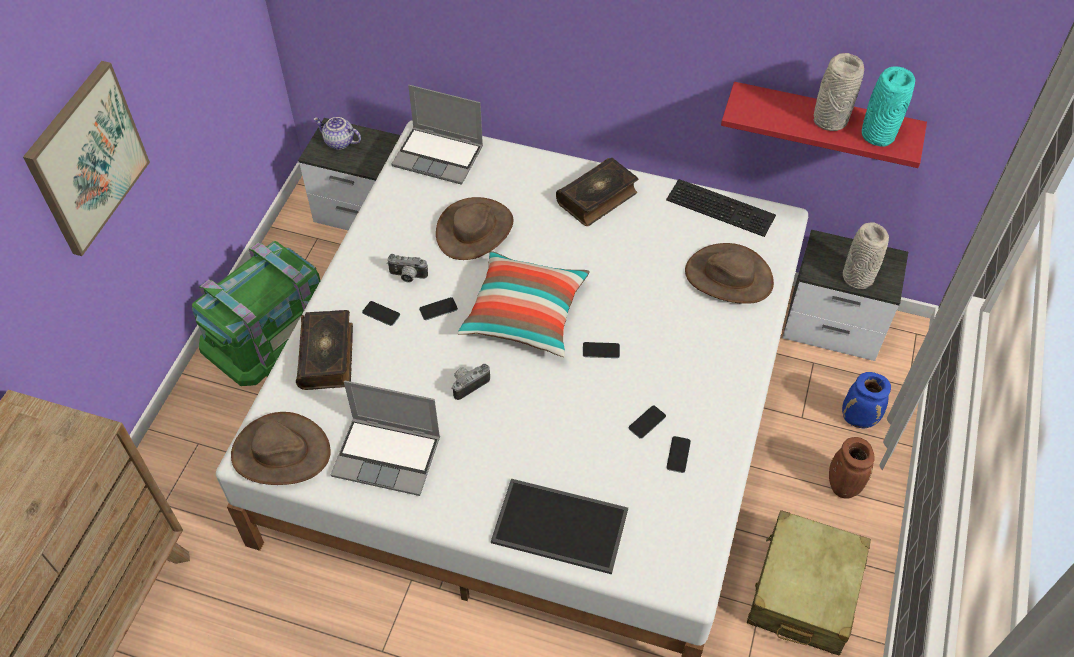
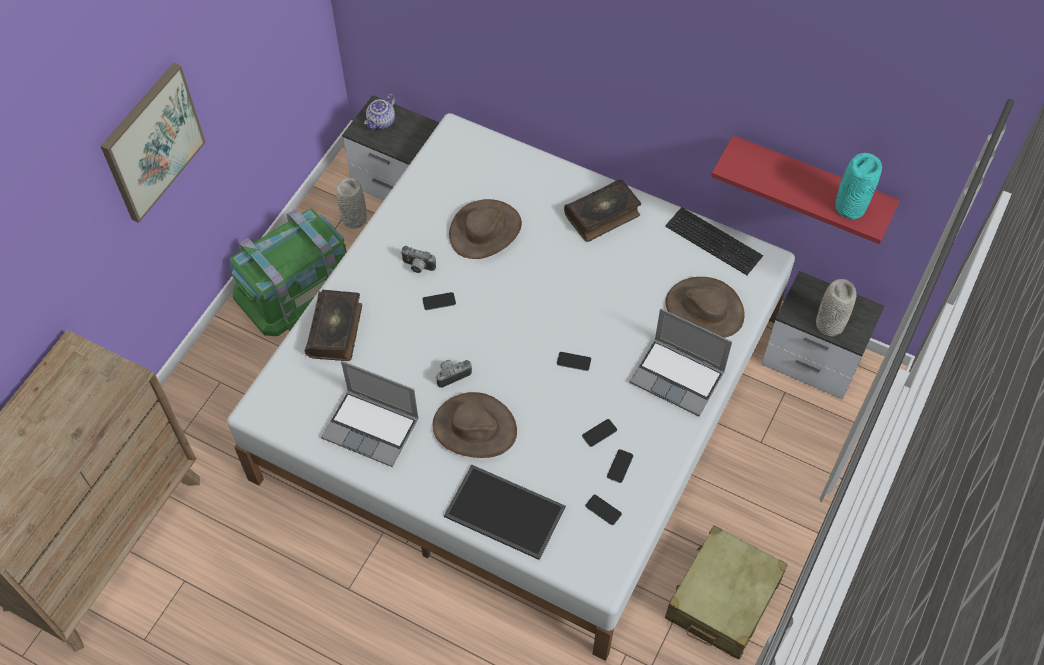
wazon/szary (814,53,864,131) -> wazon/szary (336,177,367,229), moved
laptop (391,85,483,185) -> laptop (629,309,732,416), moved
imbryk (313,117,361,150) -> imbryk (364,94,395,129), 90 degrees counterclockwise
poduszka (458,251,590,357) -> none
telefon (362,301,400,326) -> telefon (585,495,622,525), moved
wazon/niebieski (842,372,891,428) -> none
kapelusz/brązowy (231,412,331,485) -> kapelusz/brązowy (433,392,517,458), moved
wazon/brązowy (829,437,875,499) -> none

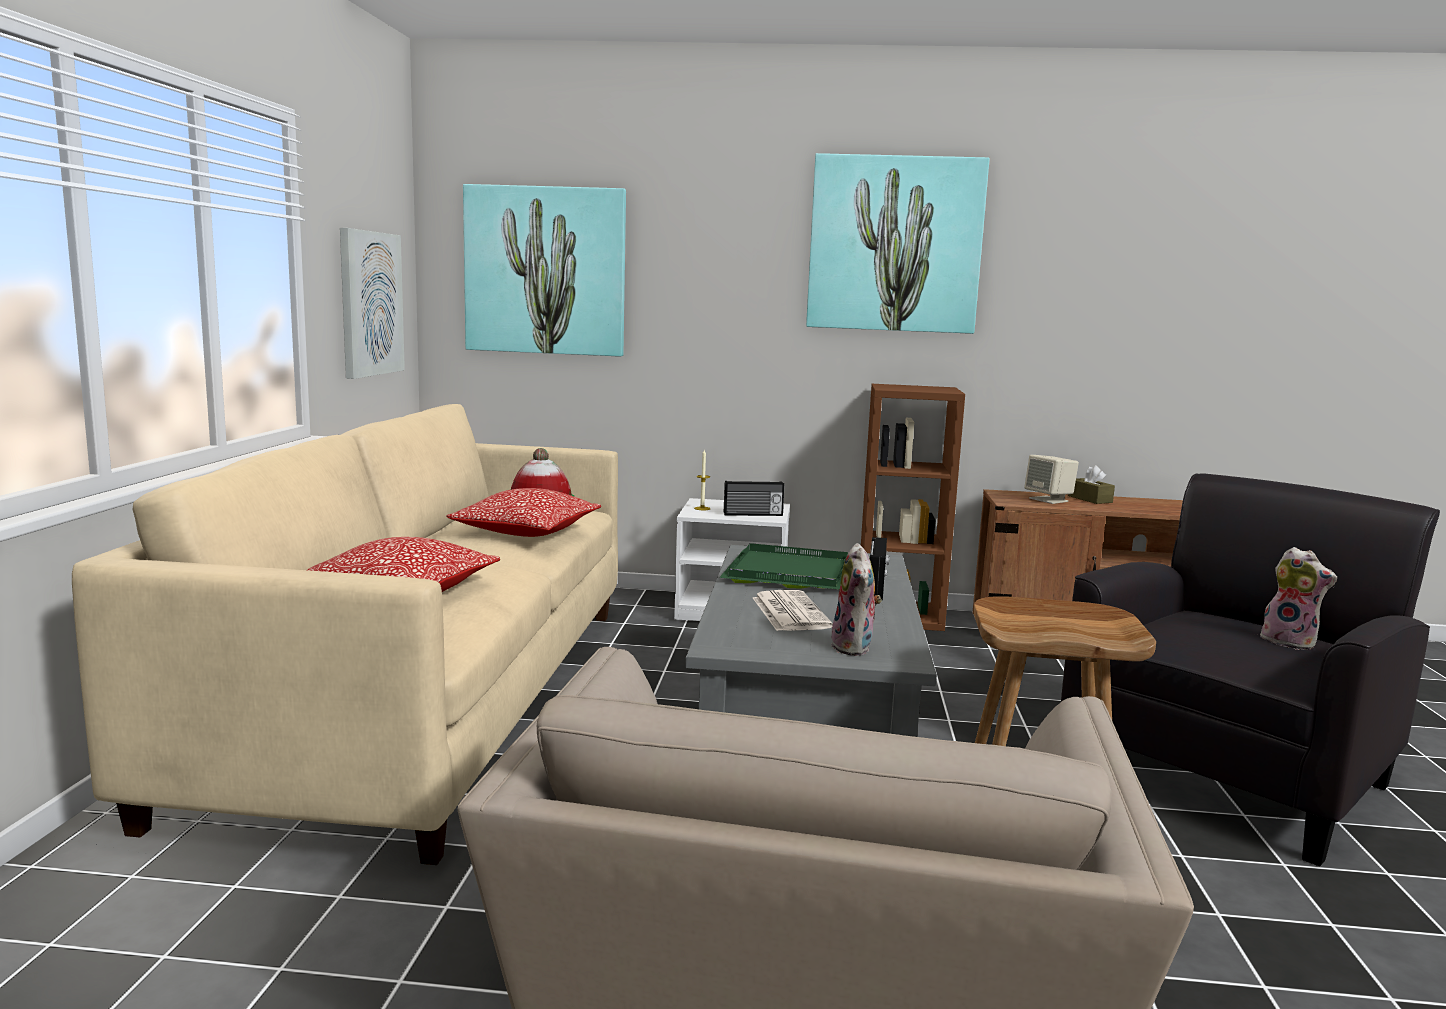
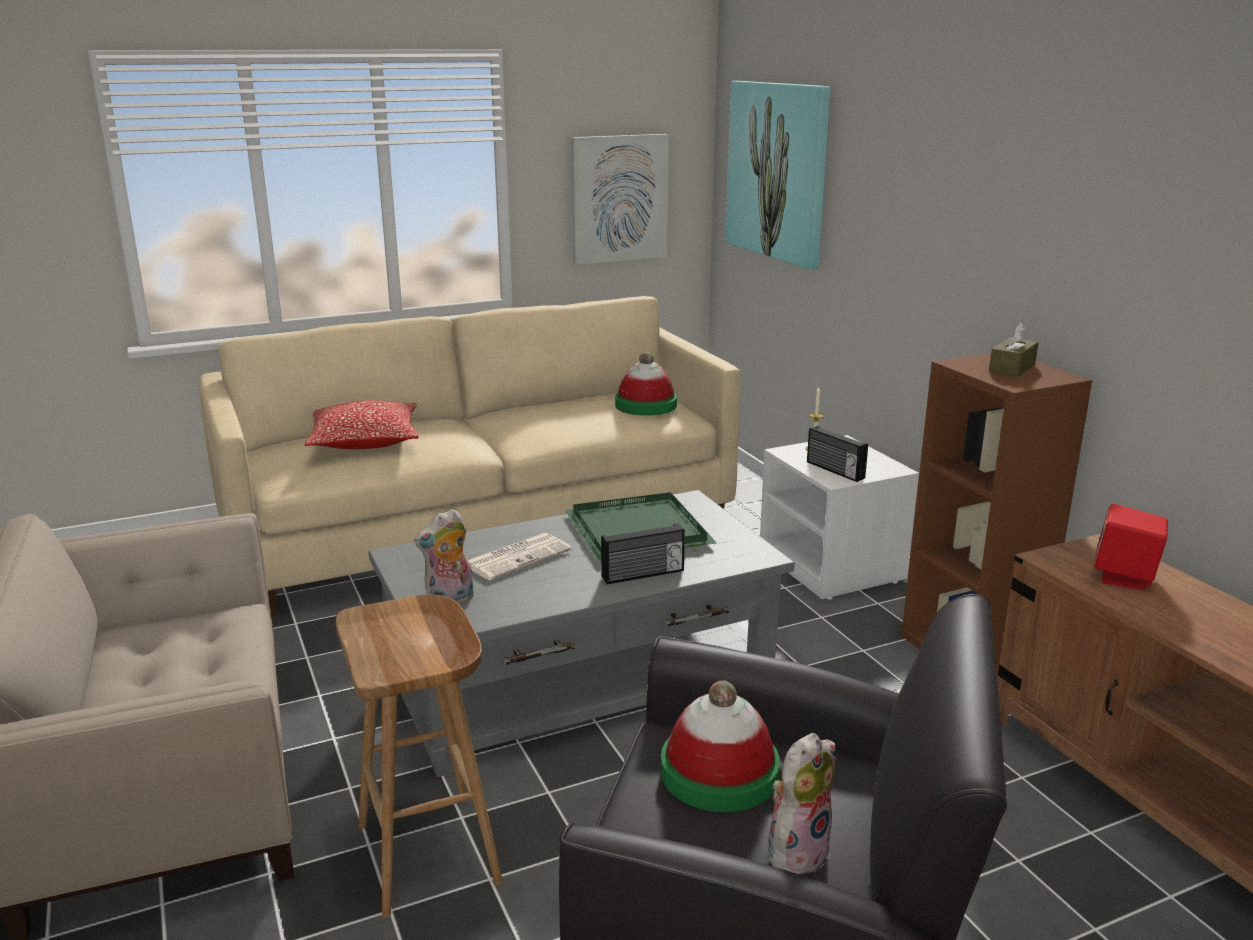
obraz (806,153,989,334) -> none
głośnik/beżowy (1024,455,1079,504) -> głośnik/czerwony (1094,504,1168,590)
pudełko chusteczek/brązowy (1068,465,1115,504) -> pudełko chusteczek/brązowy (989,323,1039,377), moved
poduszka (447,488,601,537) -> none
pluszak (1260,547,1337,650) -> pluszak (768,733,836,875), 150 degrees counterclockwise
none -> kapelusz (661,680,780,812)

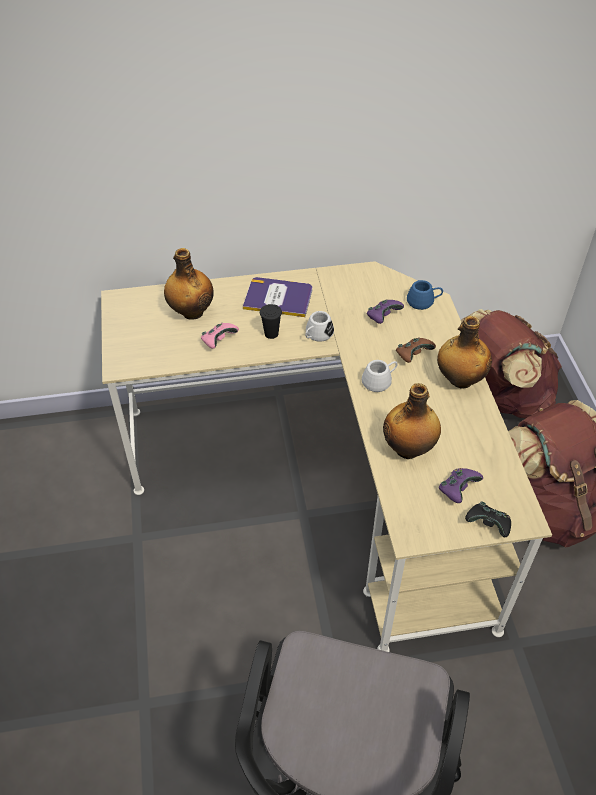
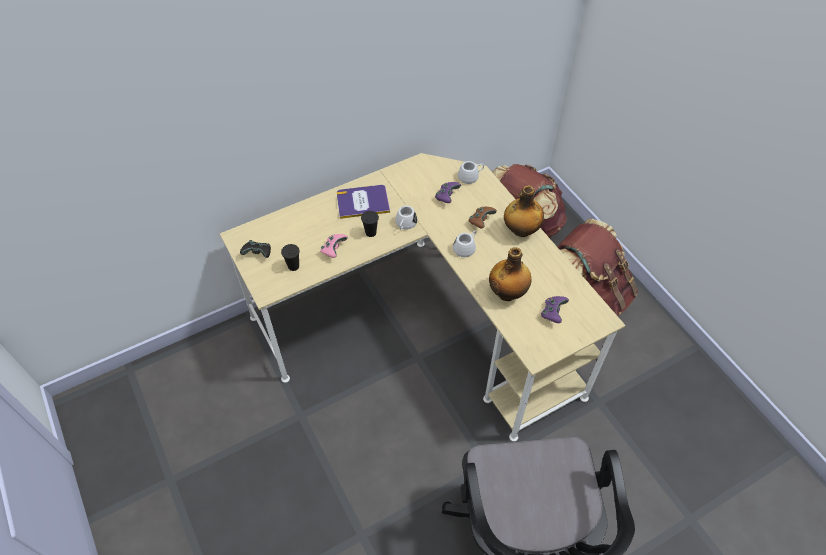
butelka (164,248,214,320) -> none
kubek/niebieski (407,280,443,310) -> kubek/biały (458,161,484,184)
pad do gier/czarny (465,501,511,537) -> pad do gier/czarny (240,240,271,258), moved
none -> filiżanka/czarny (281,244,300,271)

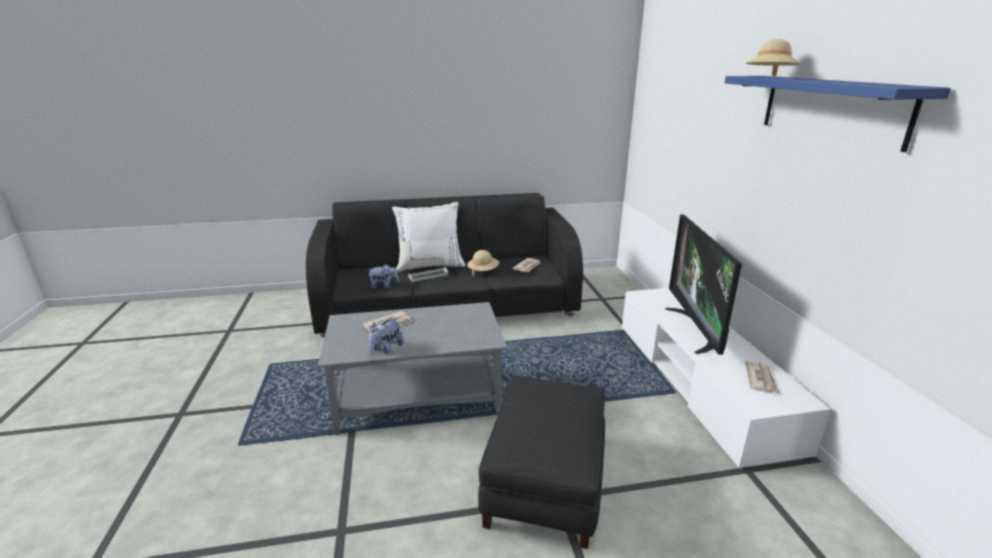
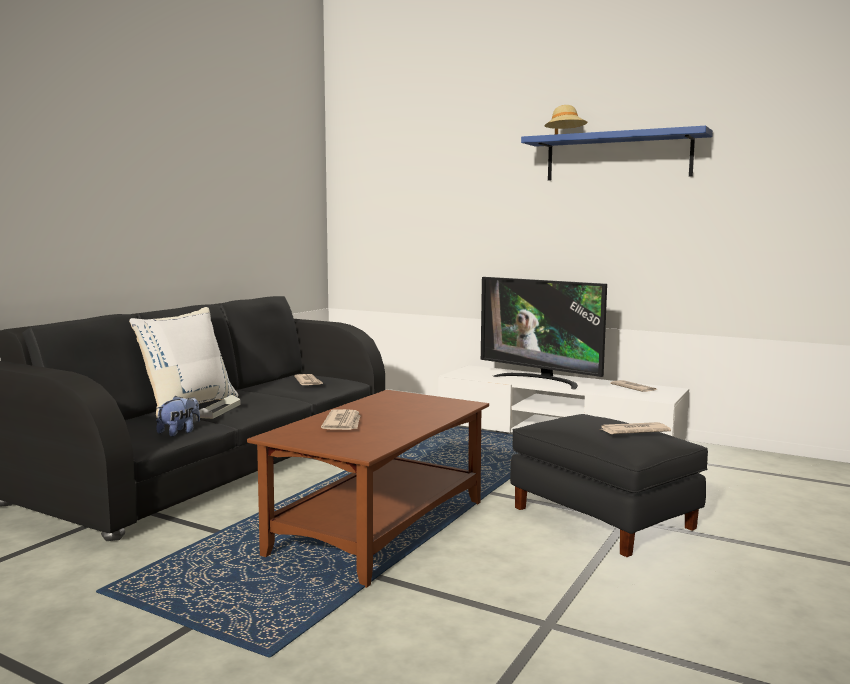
kapelusz/beżowy (467,250,499,276) -> none
ława/szary (318,302,507,435) -> ława/brązowy (247,390,489,588)
pluszak (368,318,404,355) -> none
none -> gazeta (599,422,671,434)

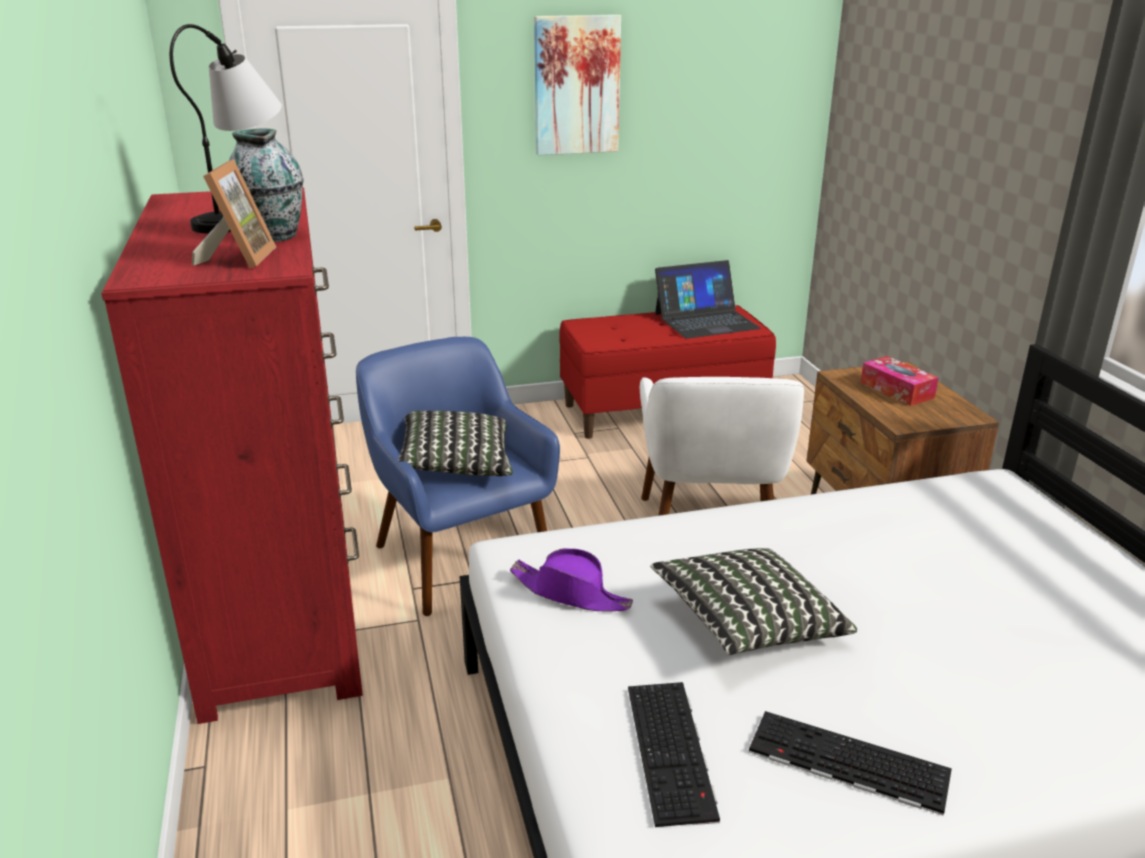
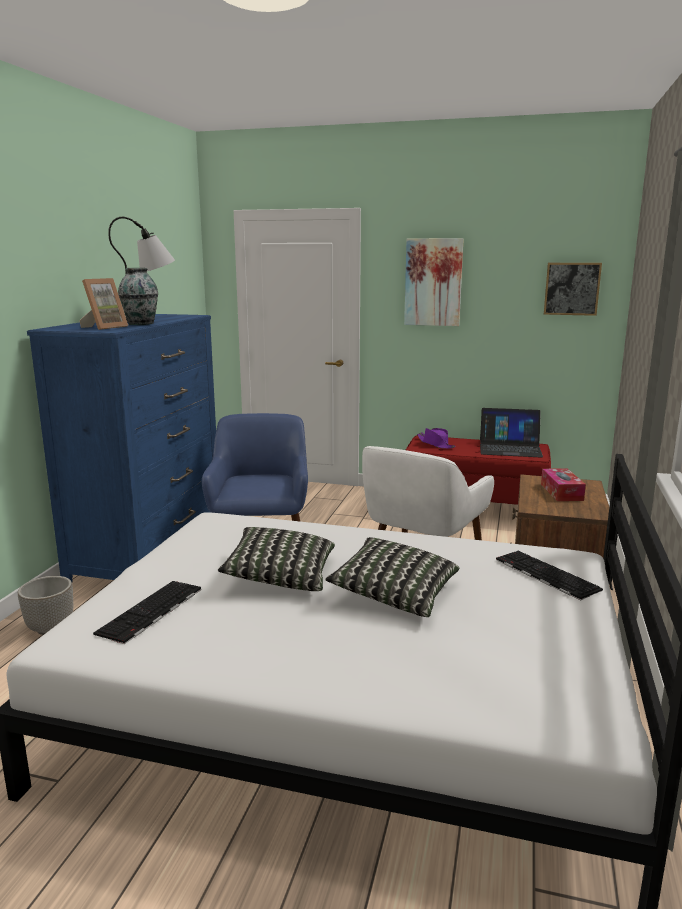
komoda/czerwony (101,187,363,724) -> komoda/niebieski (27,314,216,582)
poduszka (398,411,513,476) -> poduszka (325,537,459,617), moved
kapelusz/fioletowy (510,548,633,612) -> kapelusz/fioletowy (417,428,455,449), moved
klawiatura (749,711,952,816) -> klawiatura (496,551,603,600), moved
none -> obraz (544,263,602,316)
none -> donica (18,576,73,635)

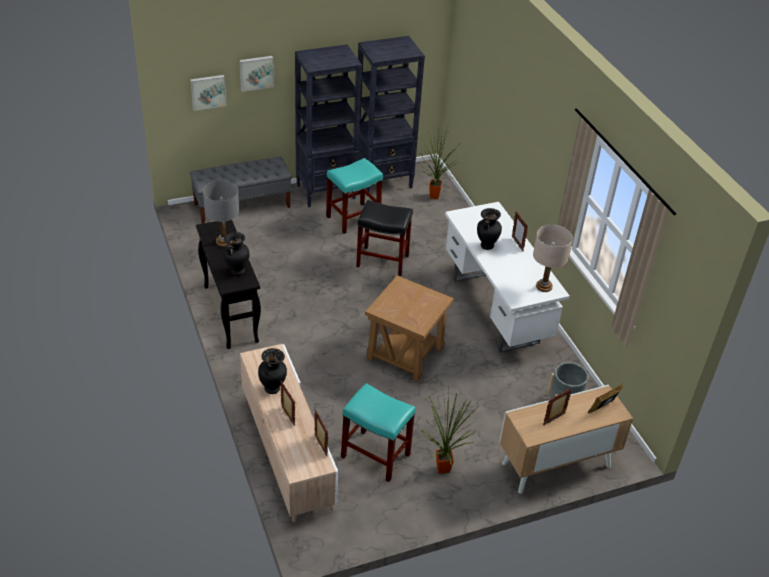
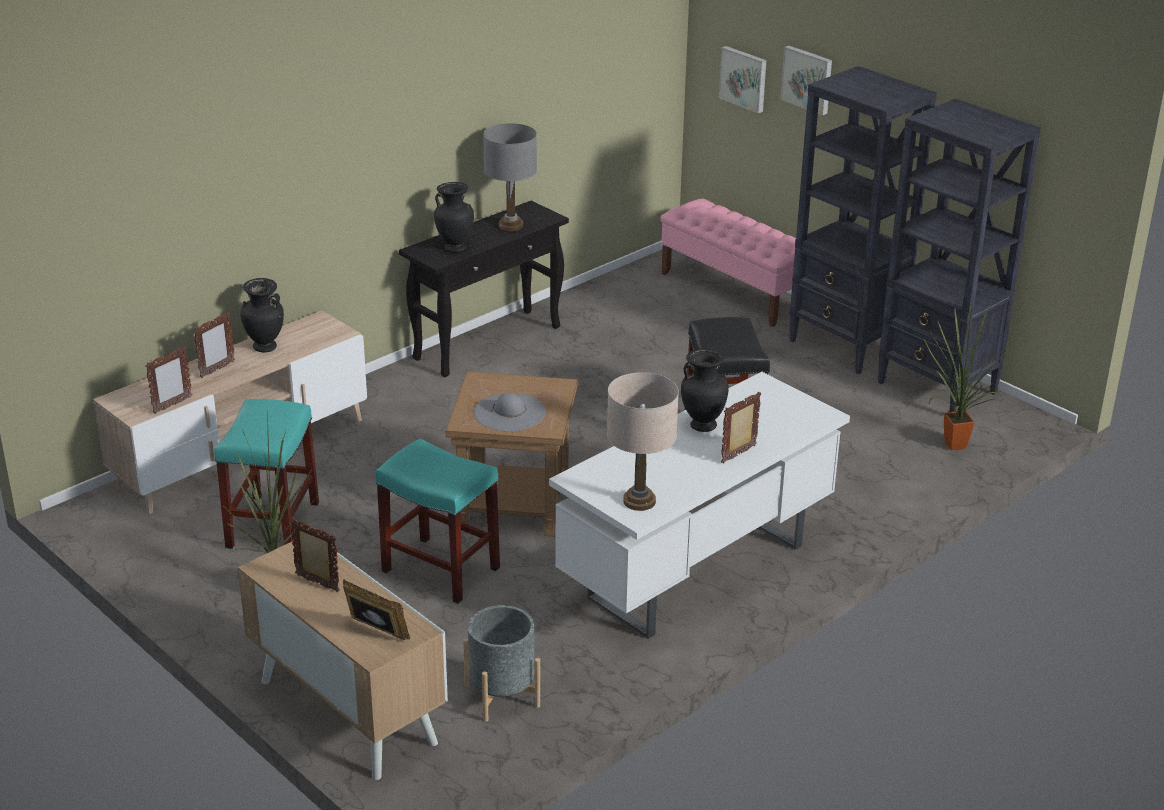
ławka/szary (190,156,292,224) -> ławka/różowy (660,199,796,327)
stołek/turkusowy (326,158,383,234) -> stołek/turkusowy (375,439,500,604), moved
none -> kapelusz/szary (474,393,546,432)

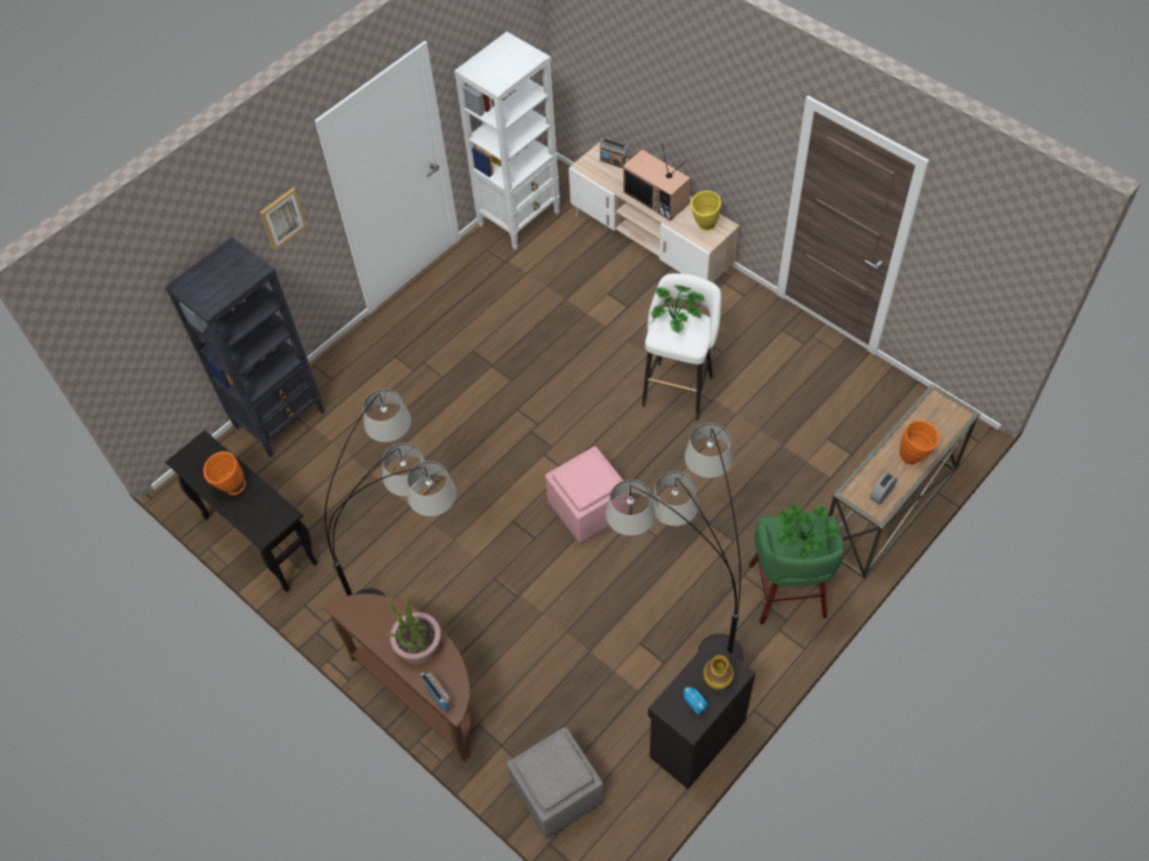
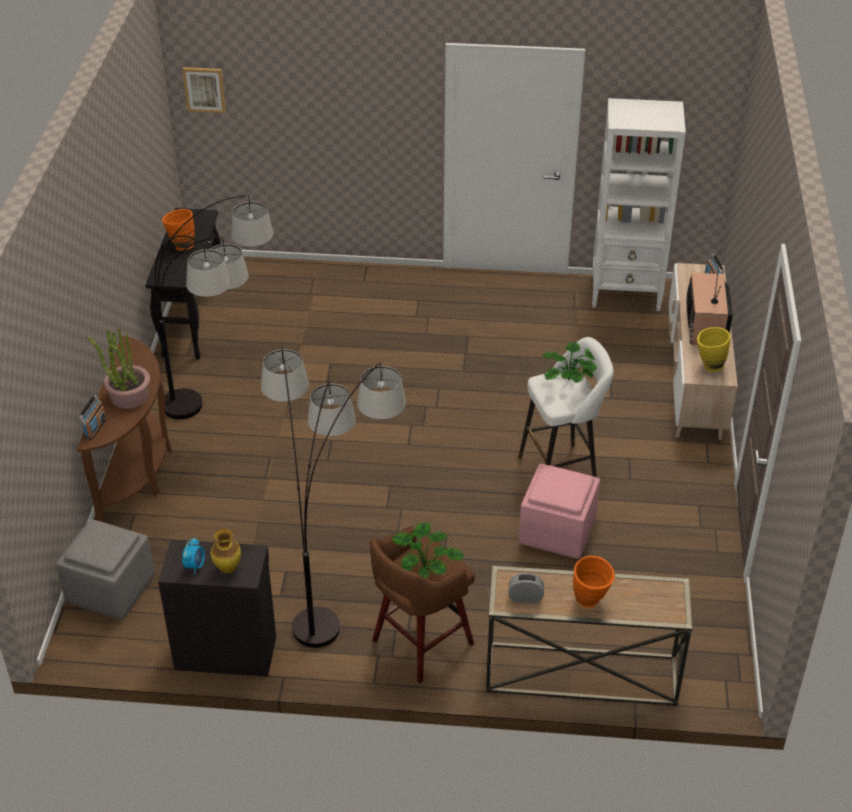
obraz (259,187,307,250) -> obraz (182,67,226,113), moved
regał/czarny (165,237,325,458) -> none
pufa/różowy (545,446,629,544) -> pufa/różowy (519,464,600,559), moved
stołek/zielony (749,512,844,624) -> stołek/brązowy (370,527,475,683)

